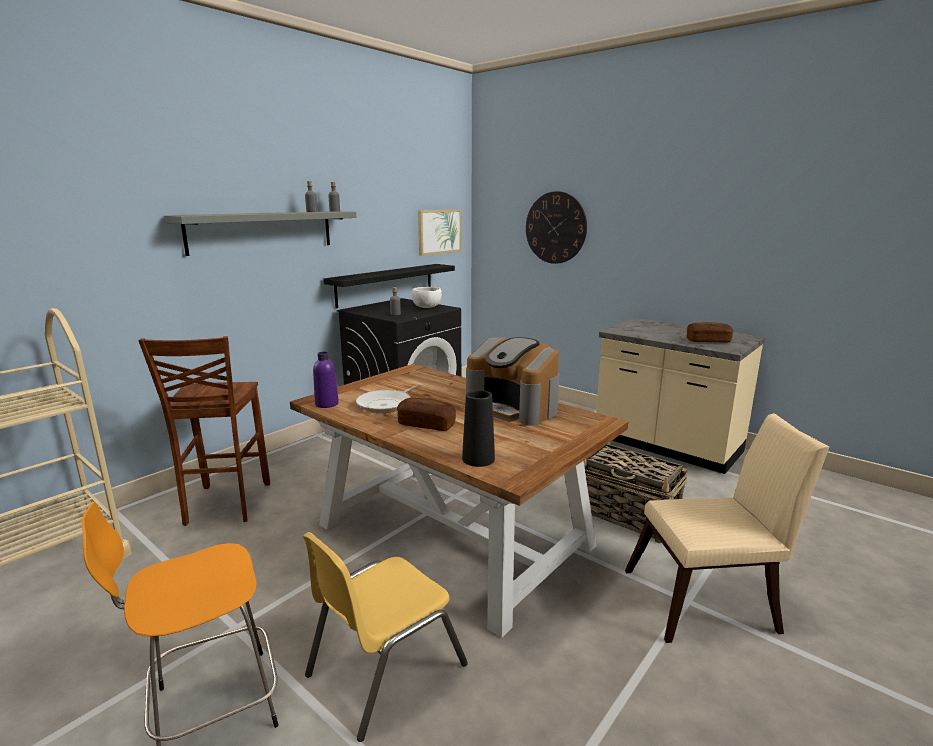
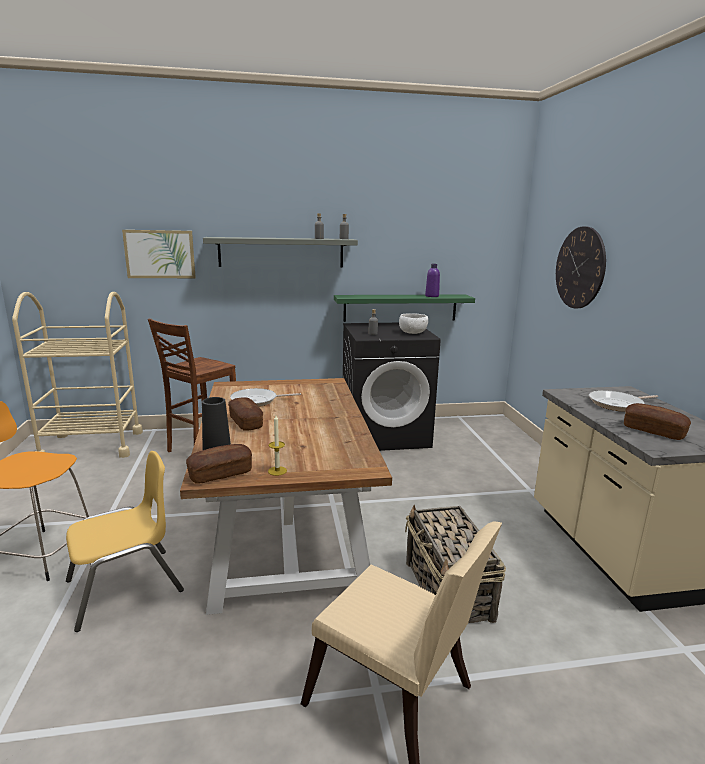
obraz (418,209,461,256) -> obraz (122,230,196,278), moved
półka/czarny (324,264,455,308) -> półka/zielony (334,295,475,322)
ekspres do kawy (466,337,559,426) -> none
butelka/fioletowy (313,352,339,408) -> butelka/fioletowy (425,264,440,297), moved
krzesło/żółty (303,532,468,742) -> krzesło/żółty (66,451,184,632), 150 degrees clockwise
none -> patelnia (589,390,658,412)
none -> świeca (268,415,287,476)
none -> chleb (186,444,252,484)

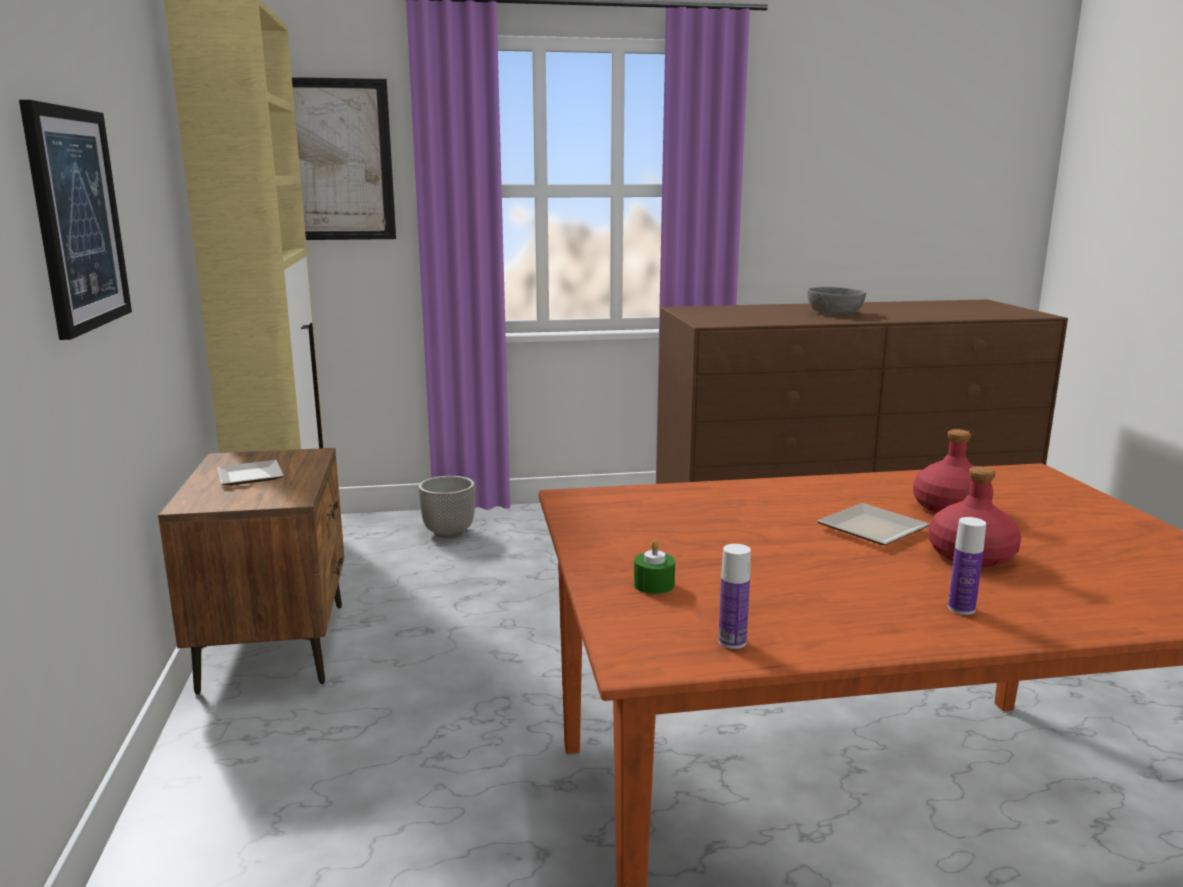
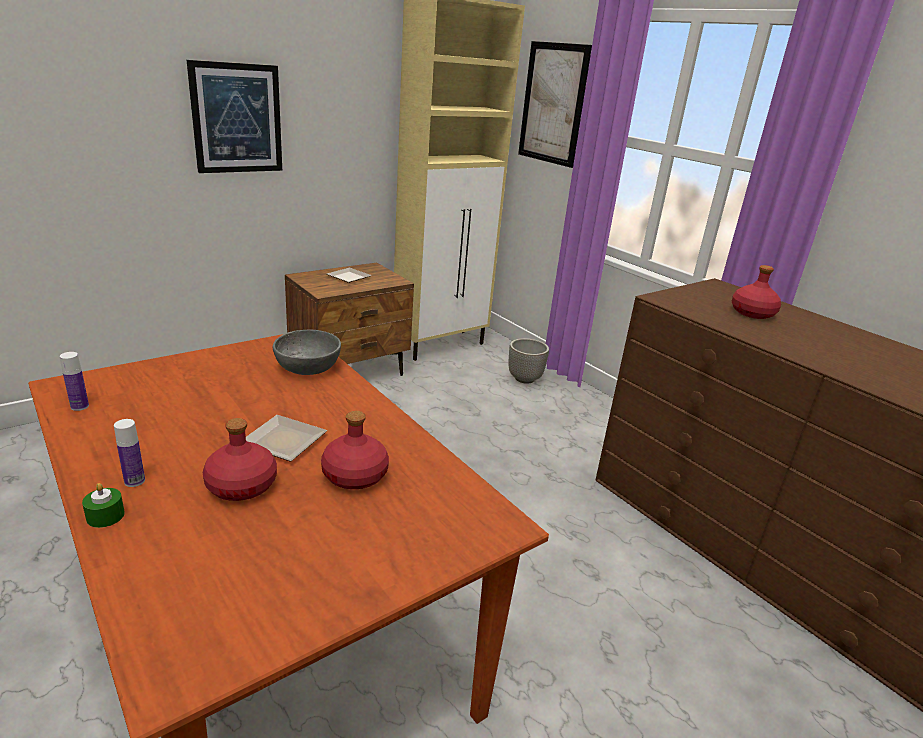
miska/szary (808,287,866,315) -> miska/szary (273,330,341,375), moved
świeca/zielony (634,539,675,594) -> świeca/zielony (82,483,125,528), moved
none -> butelka/czerwony (732,265,781,319)

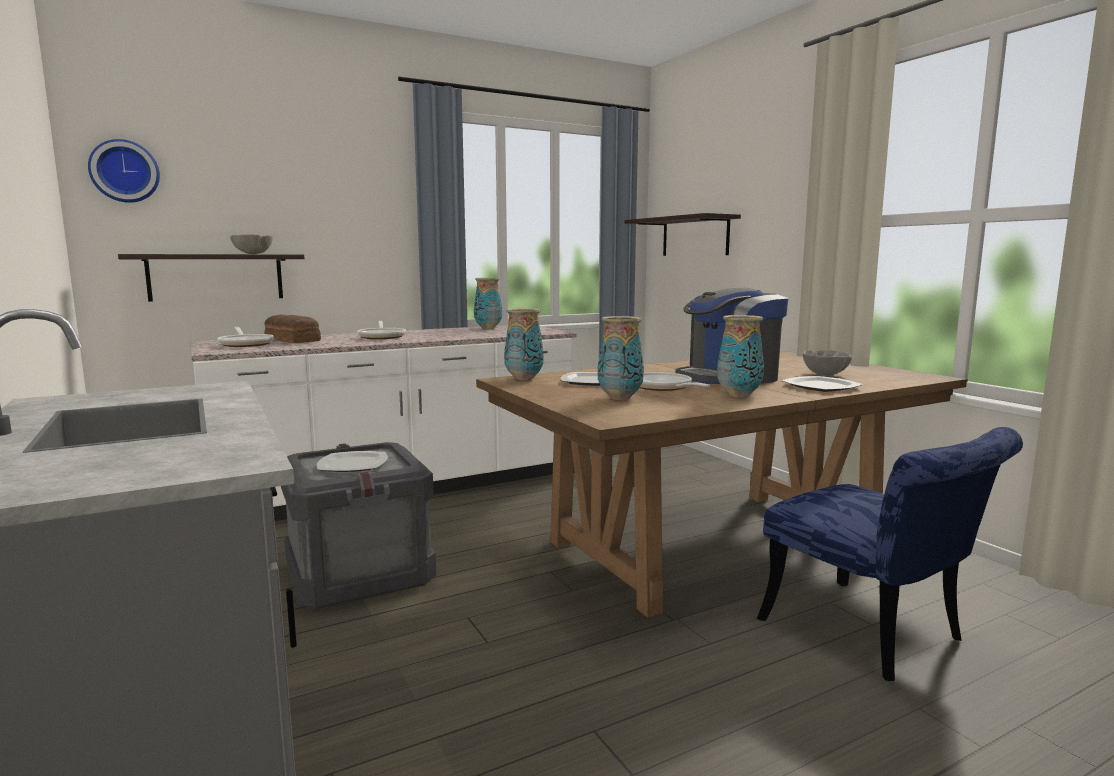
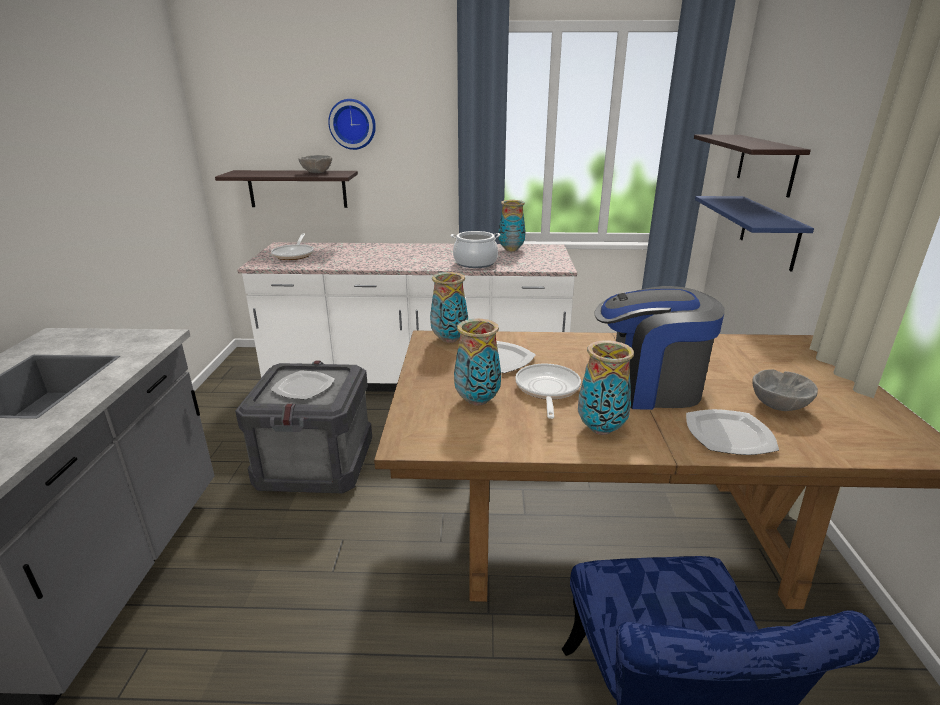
zegar ścienny (88,139,160,203) -> zegar ścienny (328,99,376,150), moved
chleb (264,314,321,343) -> none
patelnia (357,321,406,339) -> none
none -> półka/niebieski (695,196,814,271)
none -> garnek (451,231,501,268)

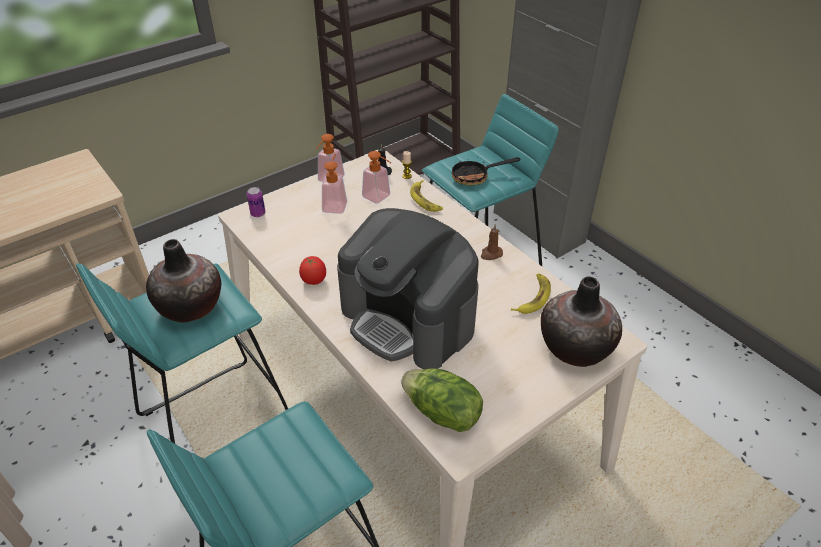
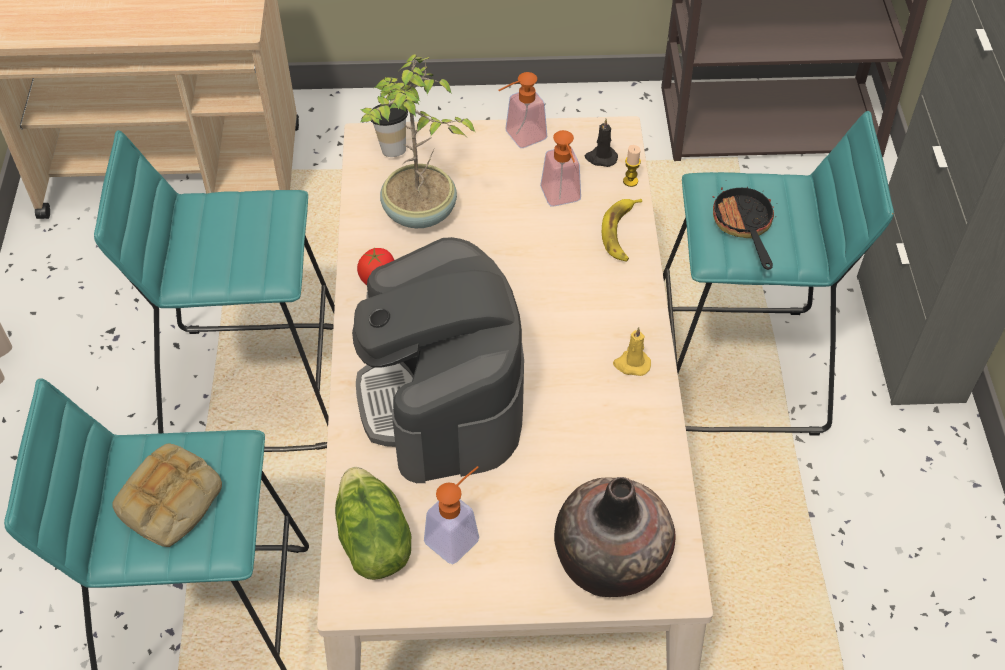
dozownik mydła (322,154,347,214) -> dozownik mydła (424,466,479,564), moved
patelnia (452,157,520,186) -> patelnia (712,180,776,270), 60 degrees clockwise
puszka (247,187,266,217) -> filiżanka (371,104,408,157)
świeca/brązowy (481,224,503,260) -> świeca/żółty (613,327,651,376)
wazon (146,239,221,323) -> none
banan (511,273,551,314) -> none
none -> roślina doniczkowa (360,54,475,228)
none -> chleb (112,444,222,547)

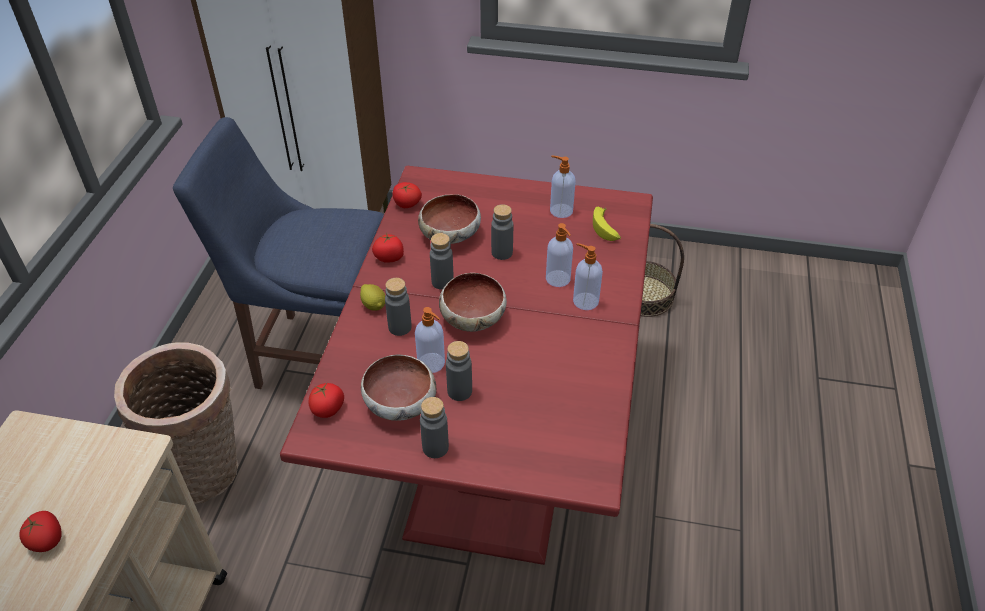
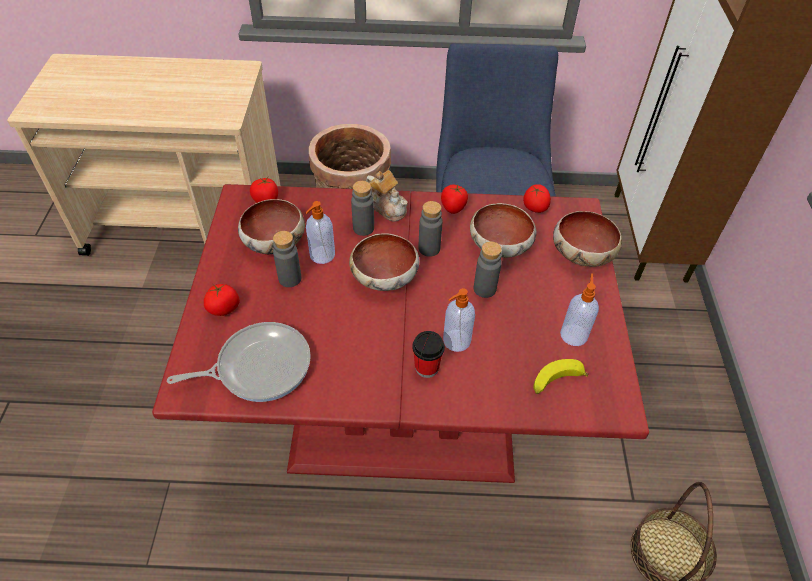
dozownik mydła (573,243,603,310) -> filiżanka (412,331,445,378)
cytryna (360,284,385,311) -> imbryk (366,170,408,222)
butelka/szary (420,397,449,458) -> none
pomidor (19,511,62,552) -> pomidor (204,284,240,316), moved
none -> miska (553,211,622,267)
none -> patelnia (167,322,311,402)

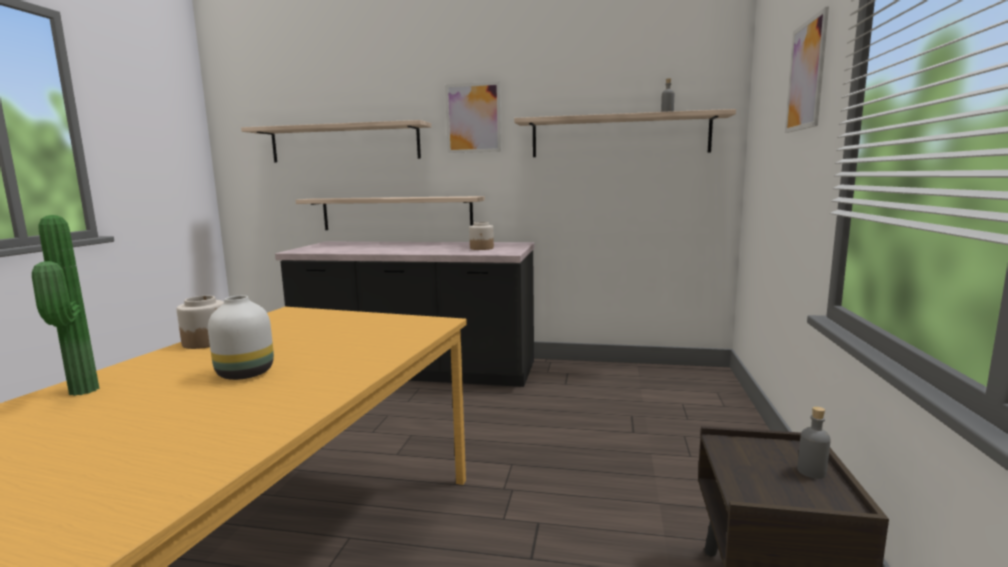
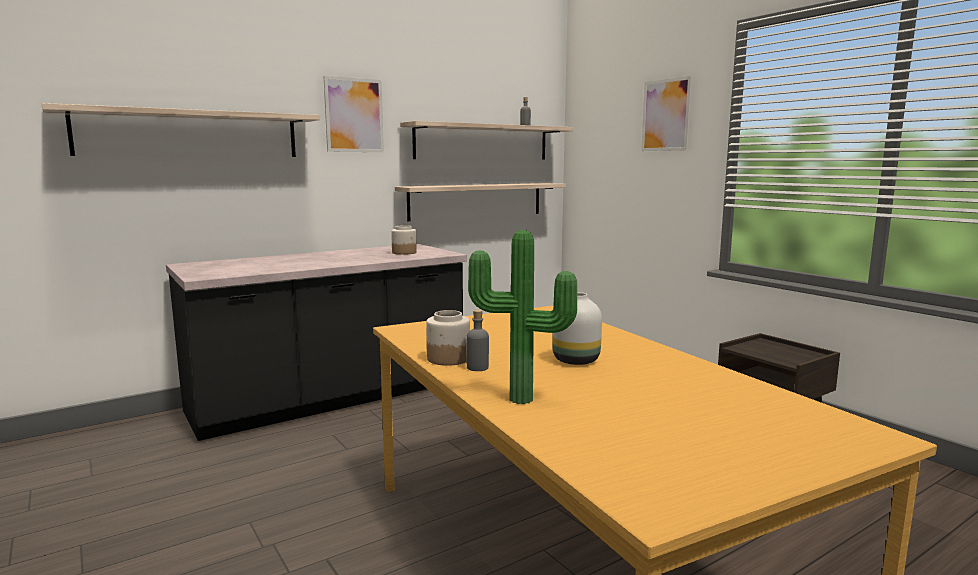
półka (296,196,485,230) -> półka (395,183,566,221), moved
butelka/szary (797,406,831,479) -> butelka/szary (467,310,489,371), moved

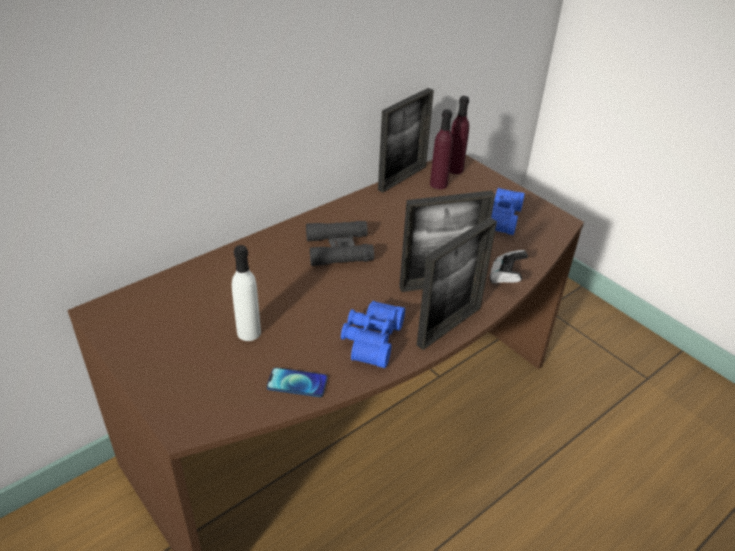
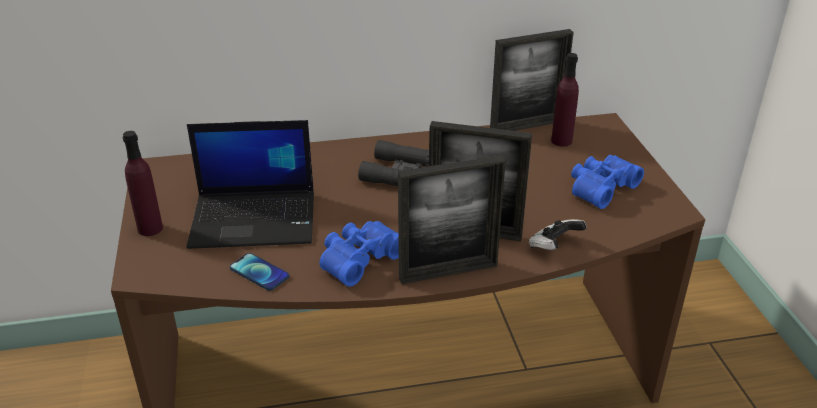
butelka/fioletowy (449,96,469,174) -> butelka/fioletowy (123,131,163,236), moved
butelka/biały (232,245,261,341) -> laptop (187,120,314,249)

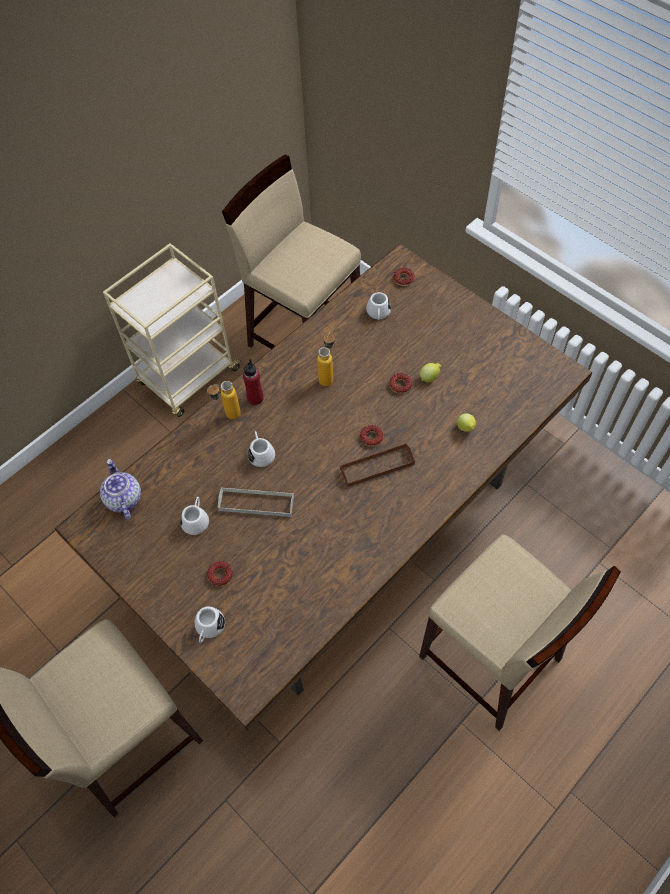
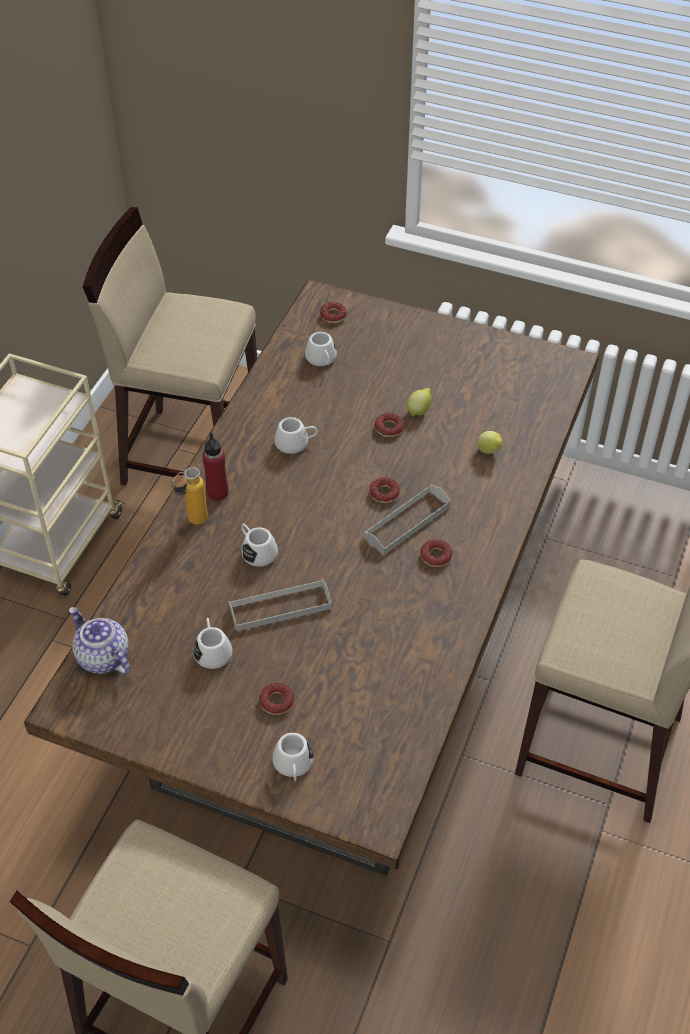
butelka (317,332,335,386) -> kubek/biały (274,417,318,454)
taca/brązowy (340,443,415,487) -> taca/szary (364,485,451,555)
none -> donut (420,539,452,567)

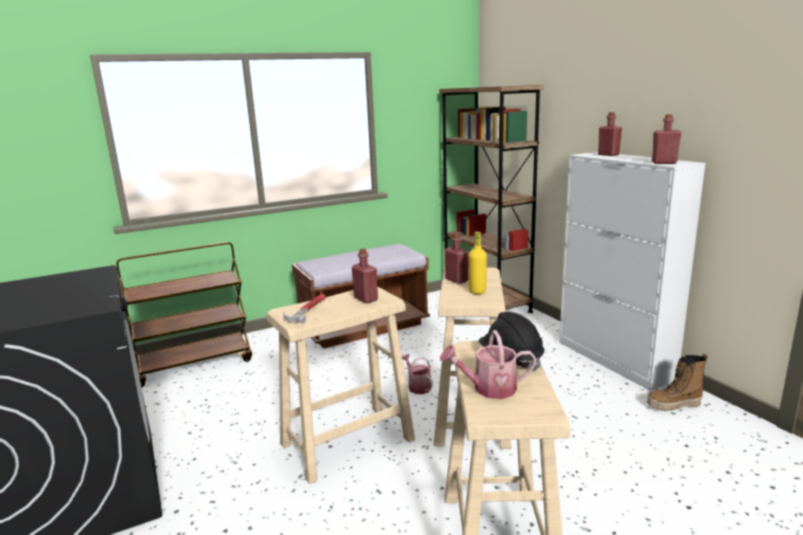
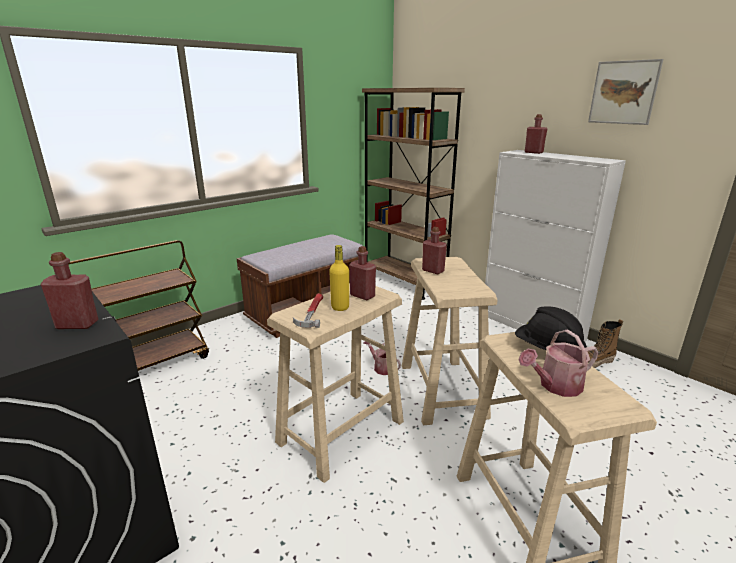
butelka/czerwony (652,114,682,164) -> butelka/czerwony (40,252,98,329), moved
butelka/żółty (468,232,487,294) -> butelka/żółty (329,245,349,311), moved
none -> obraz (588,59,663,125)

